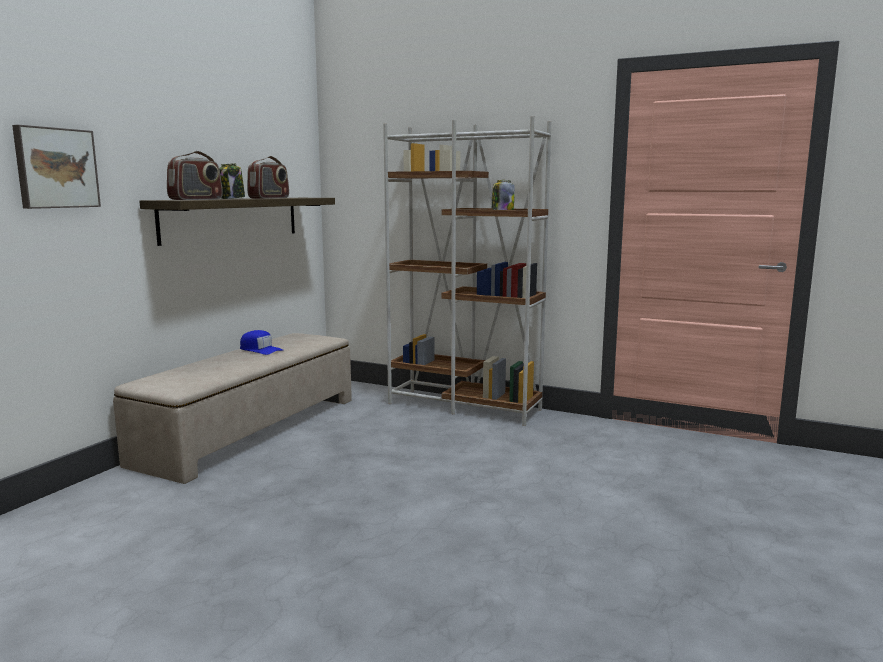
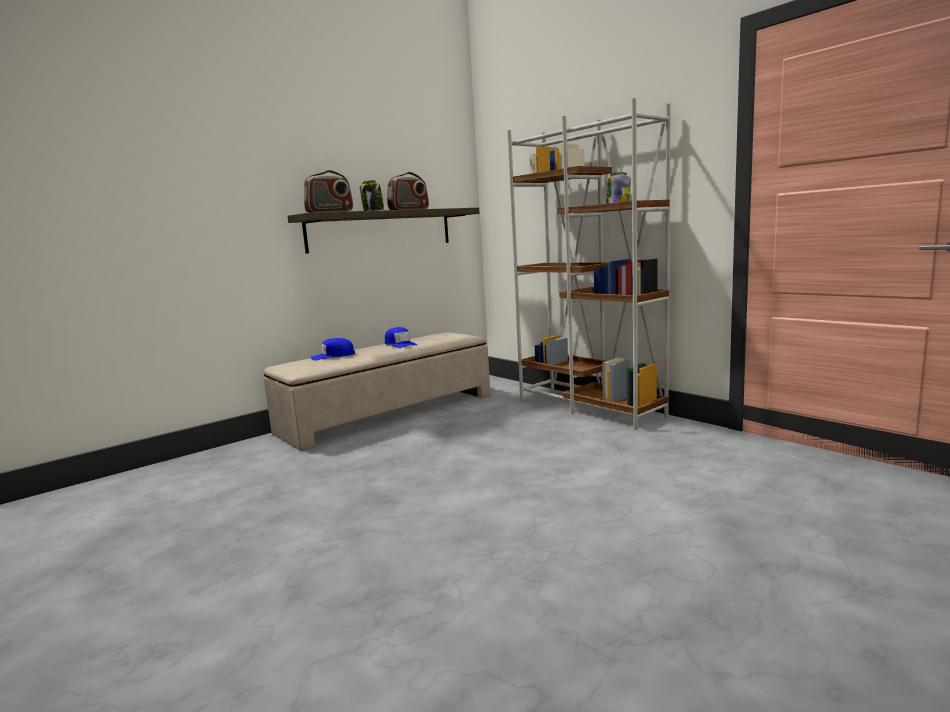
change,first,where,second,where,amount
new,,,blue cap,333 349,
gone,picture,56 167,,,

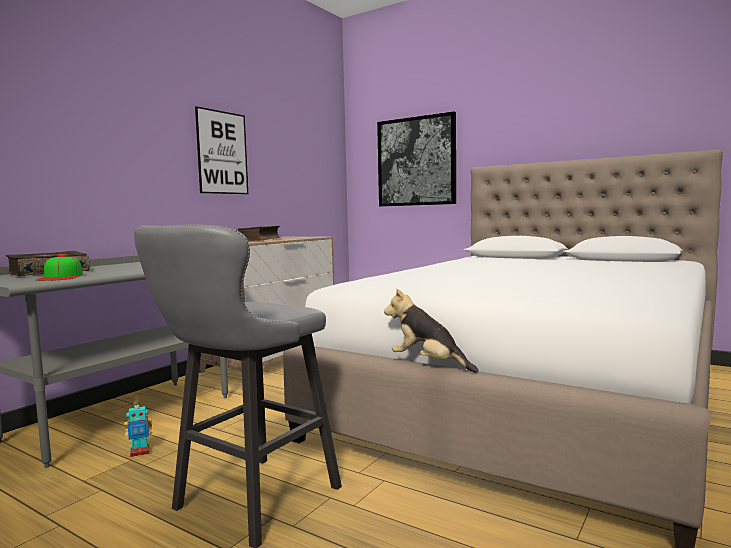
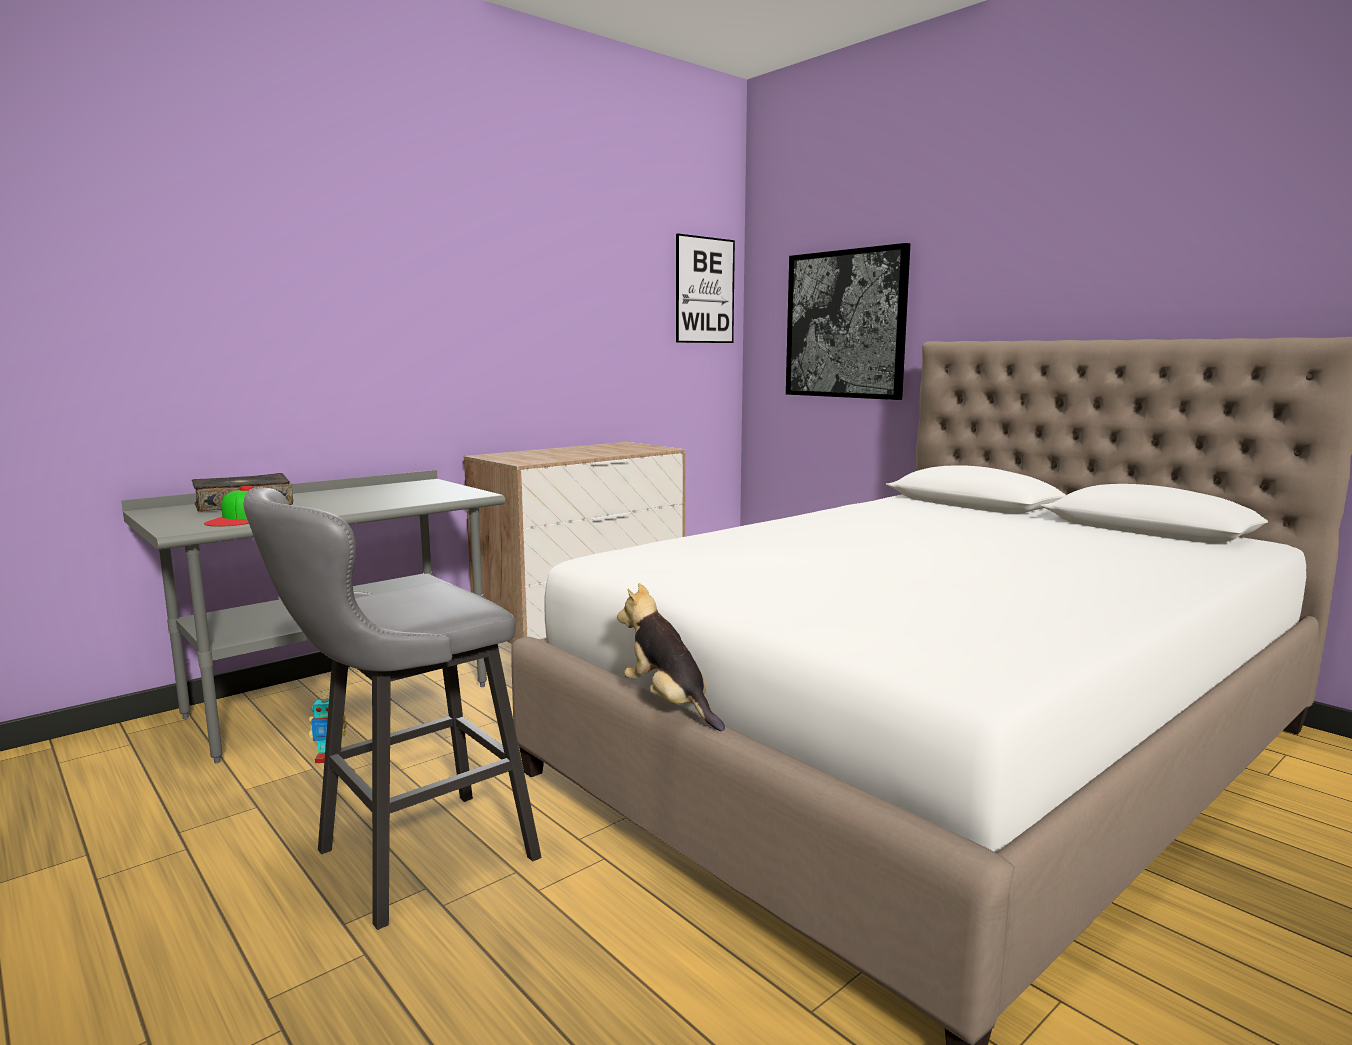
change,first,where,second,where,amount
shifted,picture,221 150,,705 288,
gone,book,259 233,,,

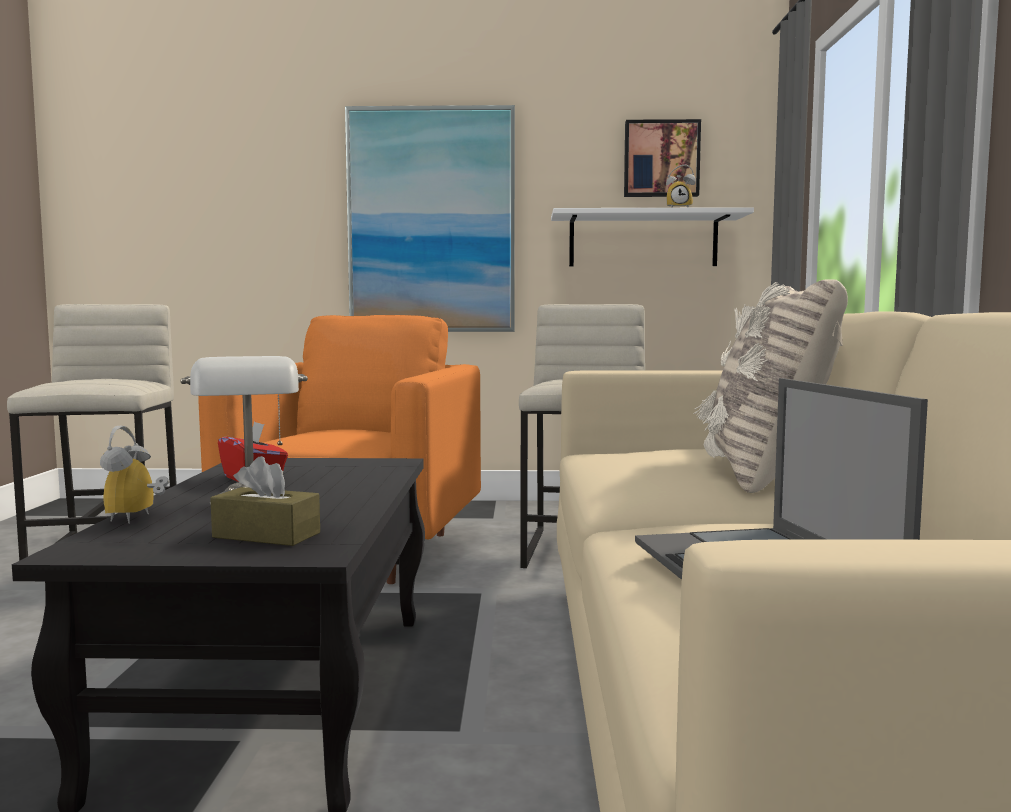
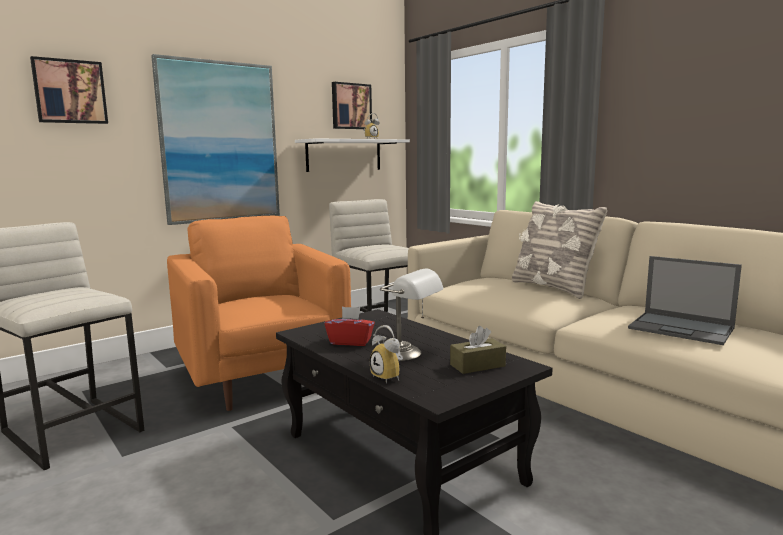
change,first,where,second,where,amount
new,,,picture,69 90,

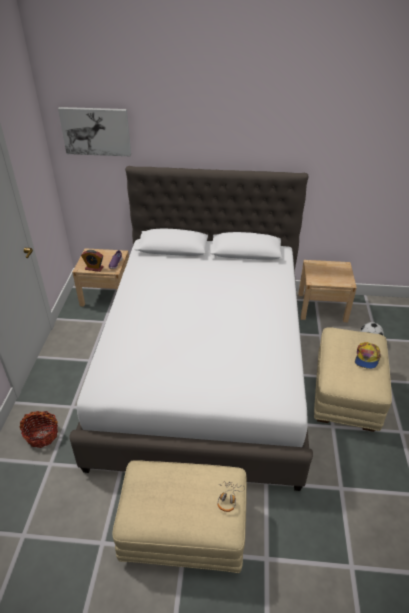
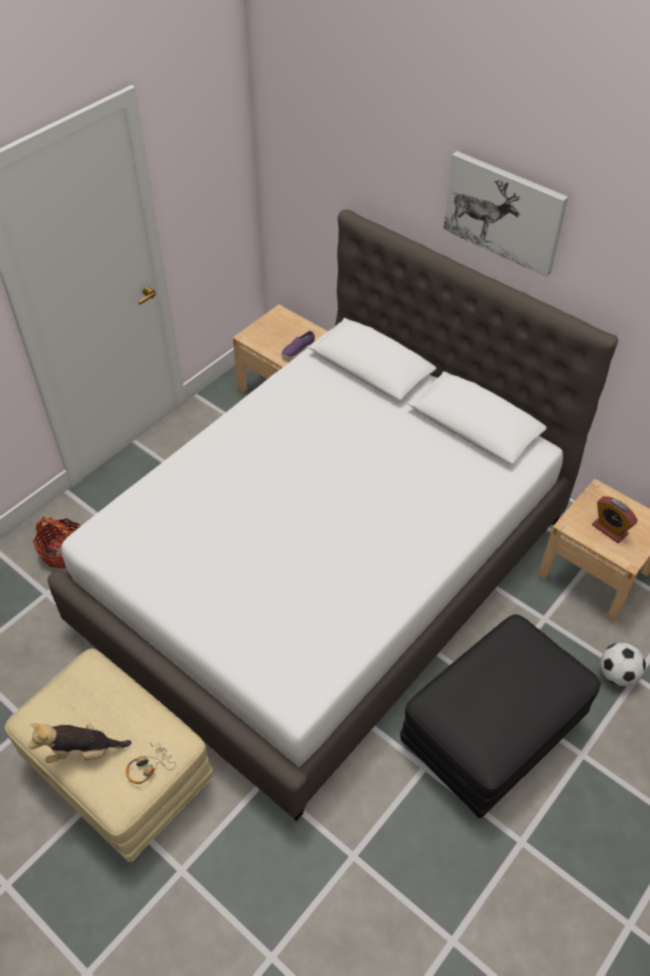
change,first,where,second,where,amount
new,,,plush toy,79 743,
repainted,beige ottoman,353 379,black ottoman,500 716,
shifted,picture,94 131,,505 214,
shifted,alarm clock,92 261,,615 519,
gone,cap,368 355,,,

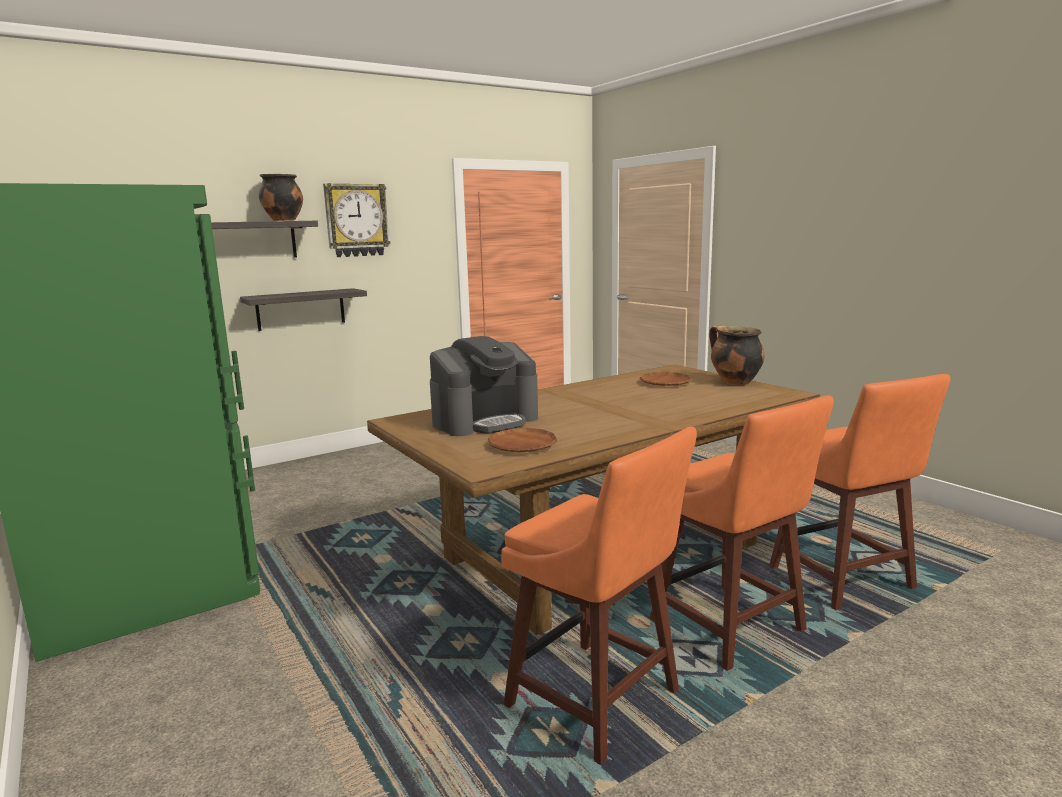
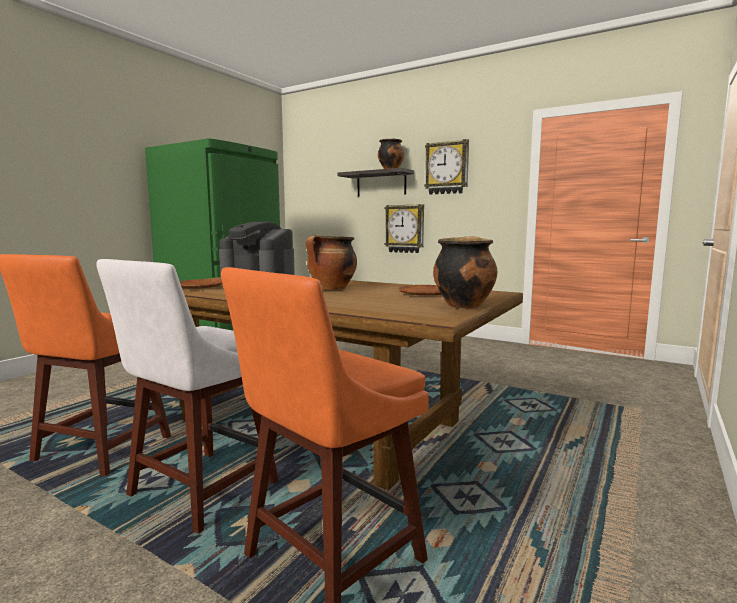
change,first,where,second,where,amount
repainted,orange chair,742 533,white chair,187 396,
new,,,cooking pot,331 262,
swapped,shelf,303 309,wall clock,404 228,

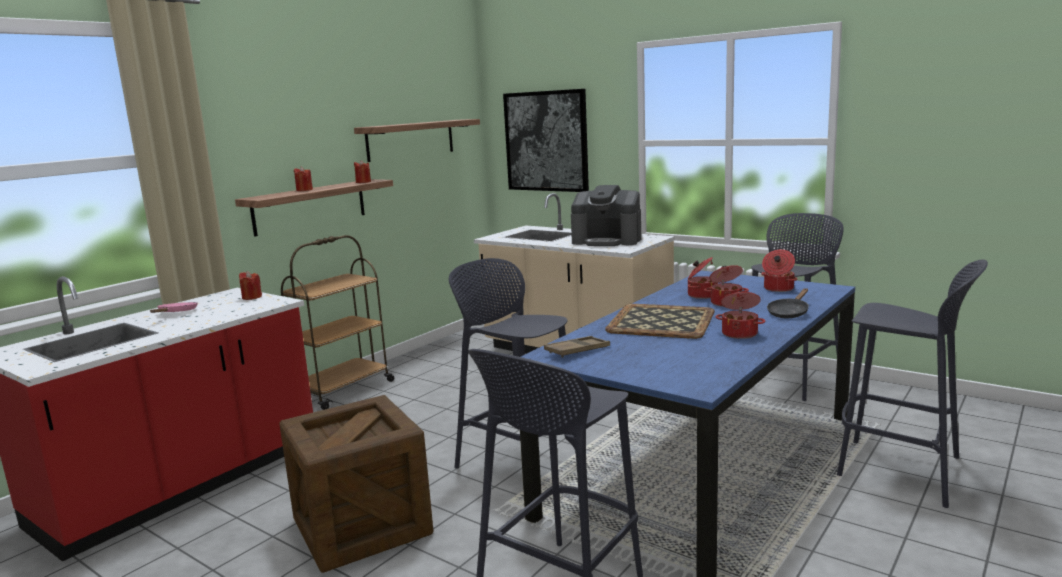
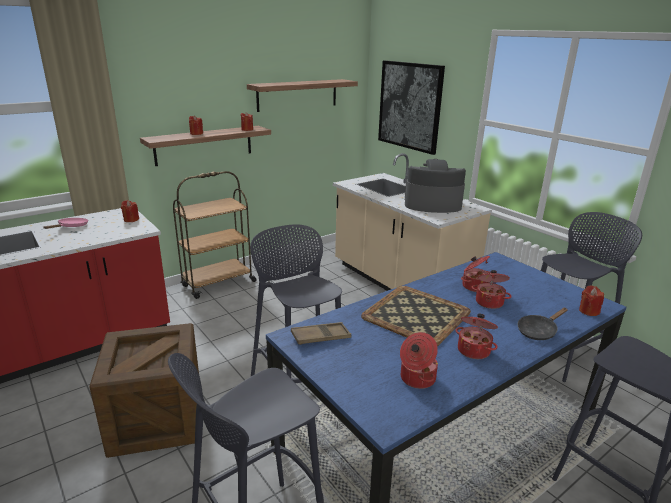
change,first,where,second,where,amount
shifted,cooking pot,779 270,,419 360,
rotated,coffee machine,606 215,,435 186,150 degrees clockwise
new,,,red candle,591 300,

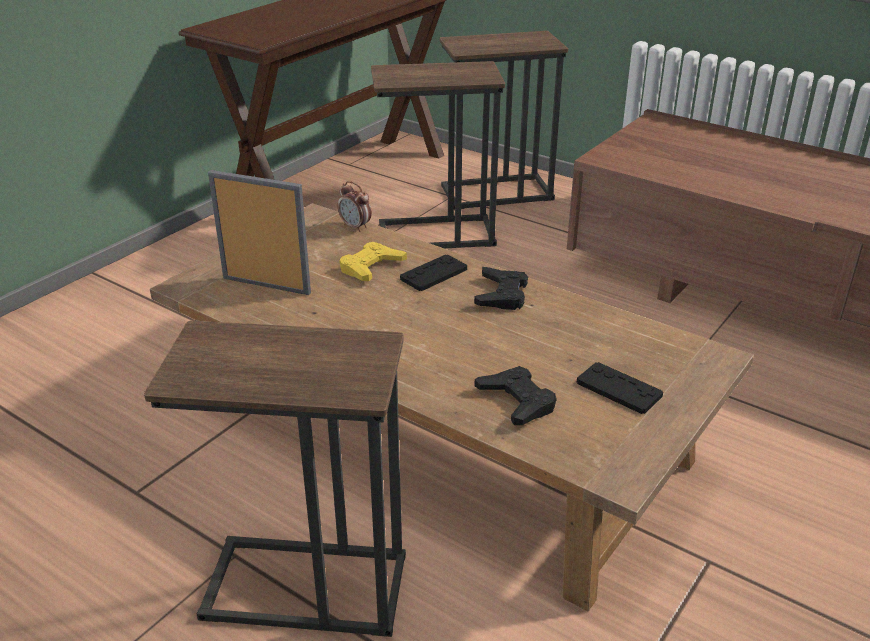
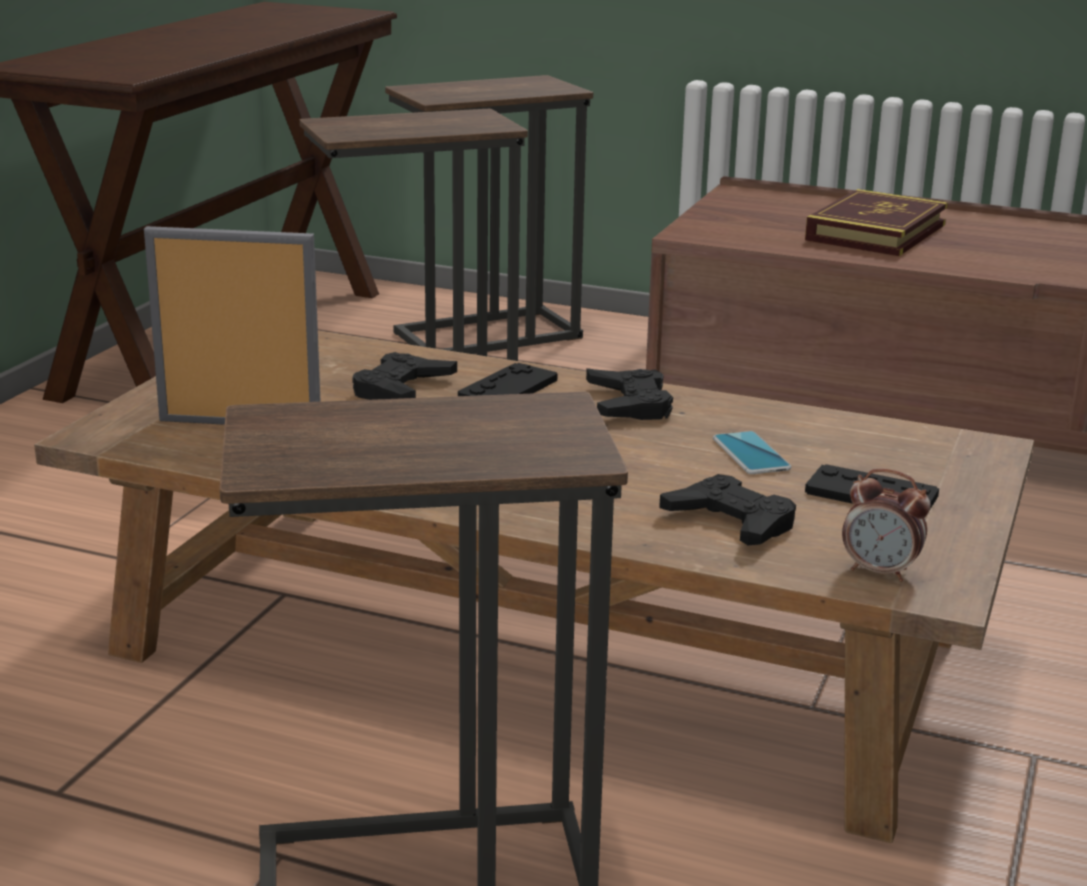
change,first,where,second,where,amount
repainted,yellow game controller,373 261,black game controller,404 376,
new,,,phone,752 452,
new,,,book,876 222,
shifted,alarm clock,355 206,,886 525,

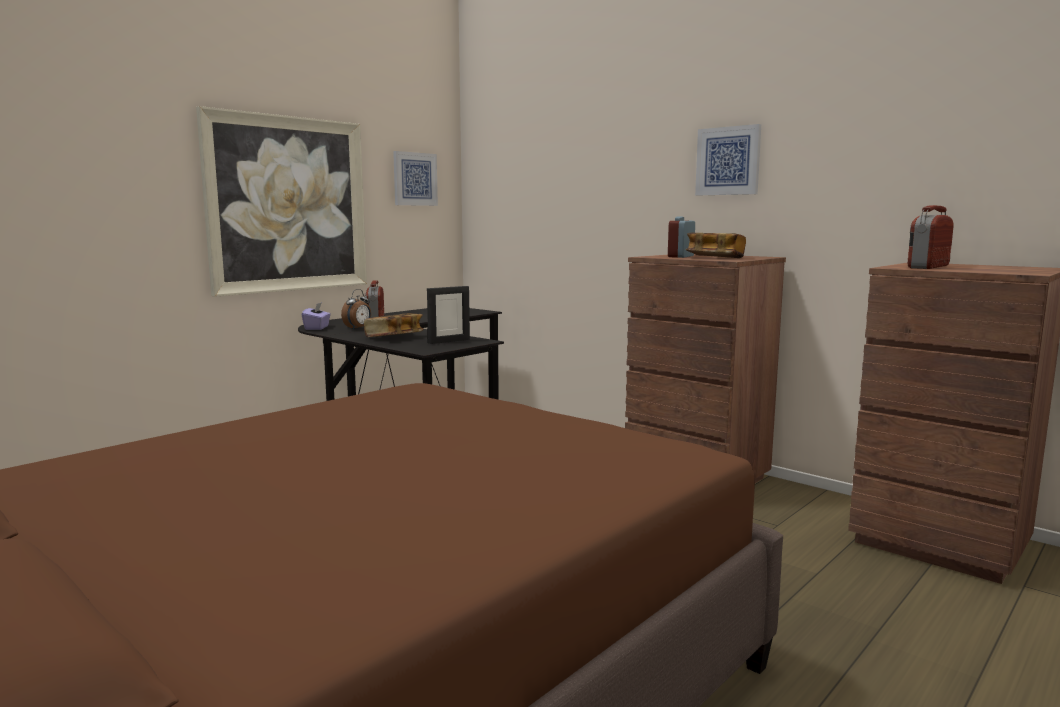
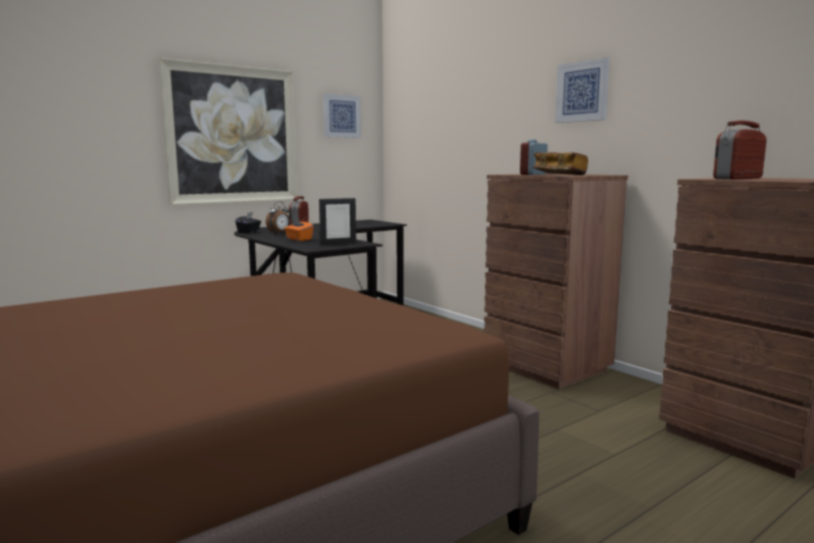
change,first,where,second,where,amount
repainted,purple tissue box,316 316,black tissue box,248 222,
swapped,book,394 325,orange tissue box,299 229,

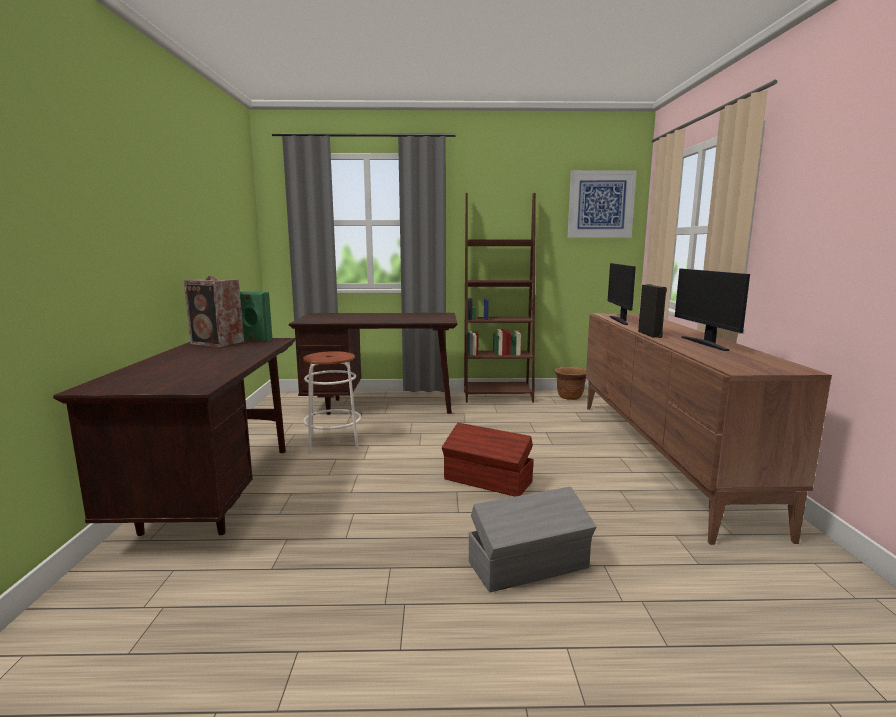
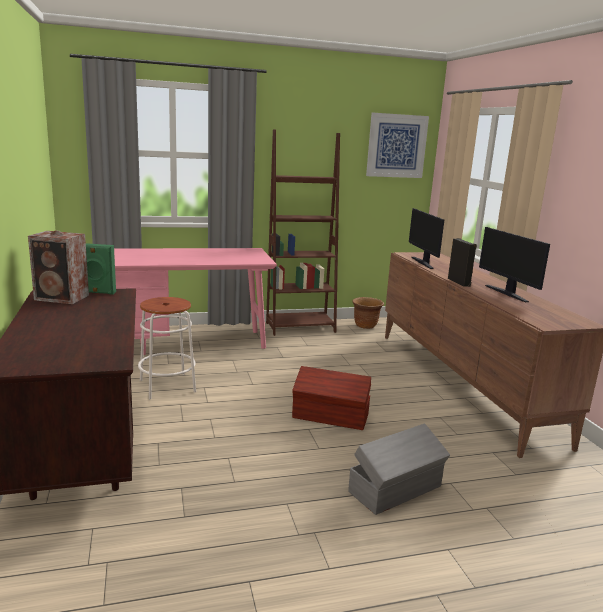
change,first,where,second,where,amount
repainted,brown desk,373 364,pink desk,195 301,

